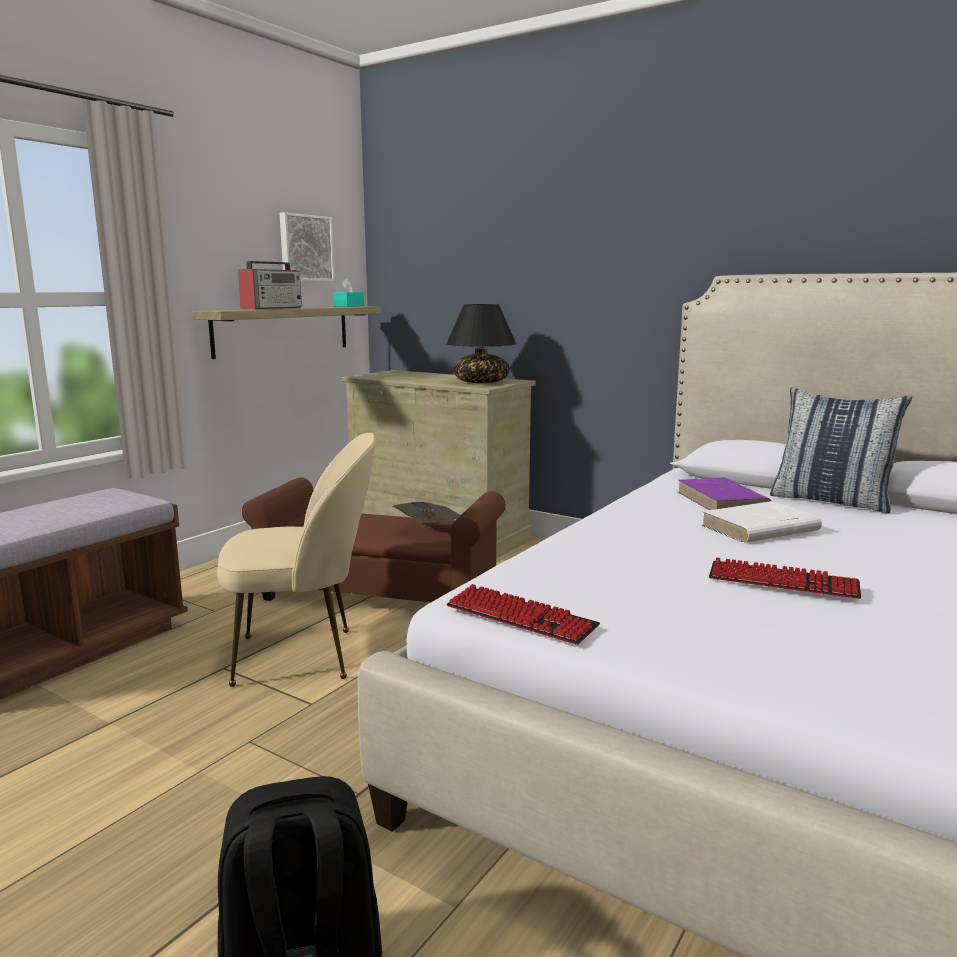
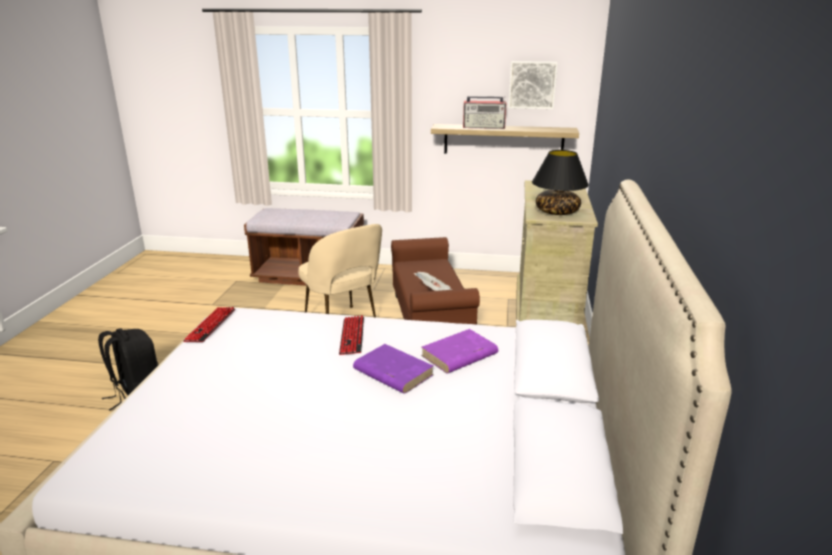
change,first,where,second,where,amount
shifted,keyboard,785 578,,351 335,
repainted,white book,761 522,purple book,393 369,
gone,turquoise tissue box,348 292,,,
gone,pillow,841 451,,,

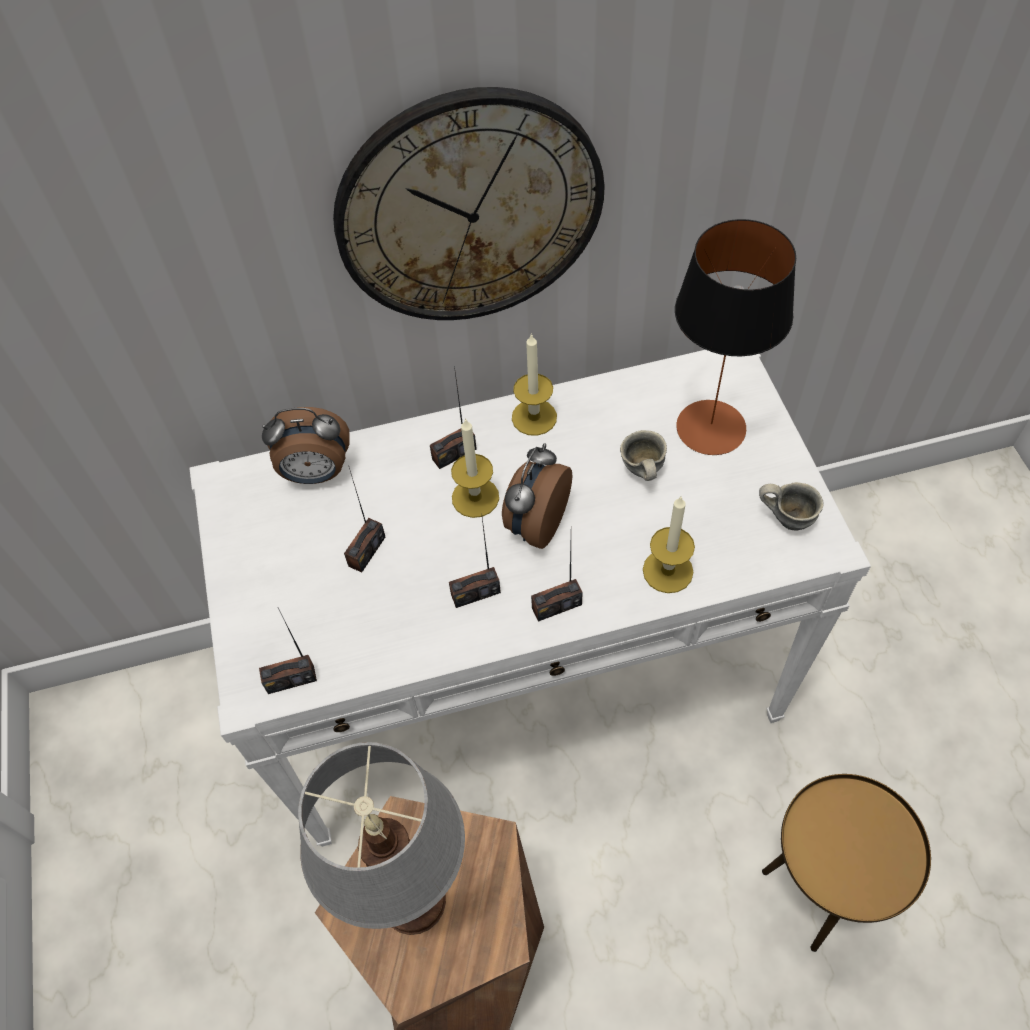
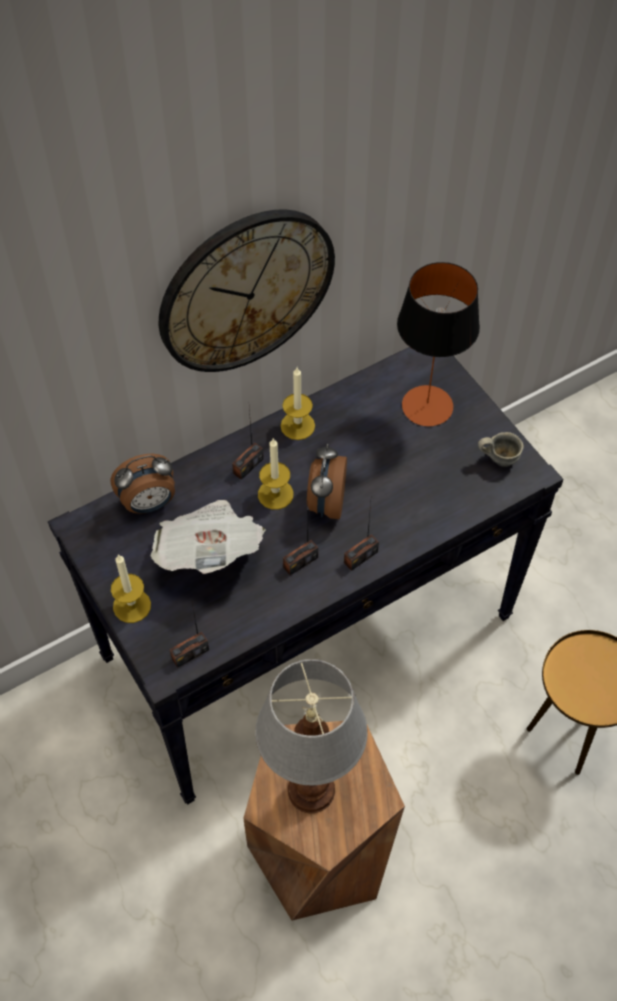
change,first,where,second,where,amount
repainted,white console table,530 598,black console table,305 576,
shifted,candle,669 545,,131 588,
swapped,radio,364 520,newspaper,208 537,
gone,grey mug,643 455,,,

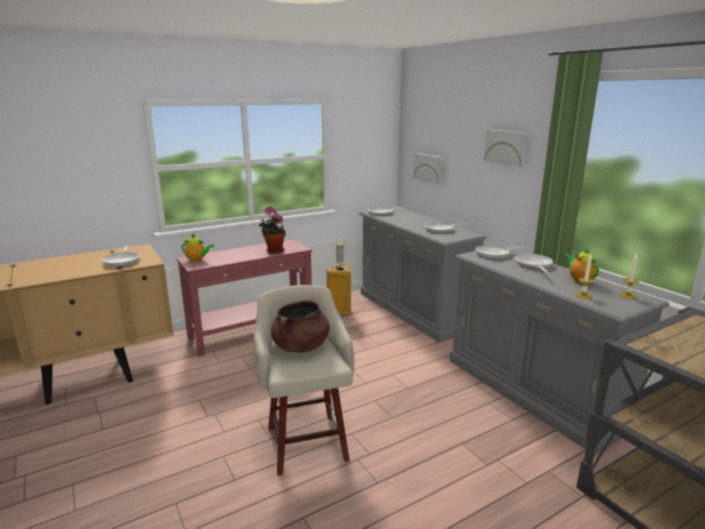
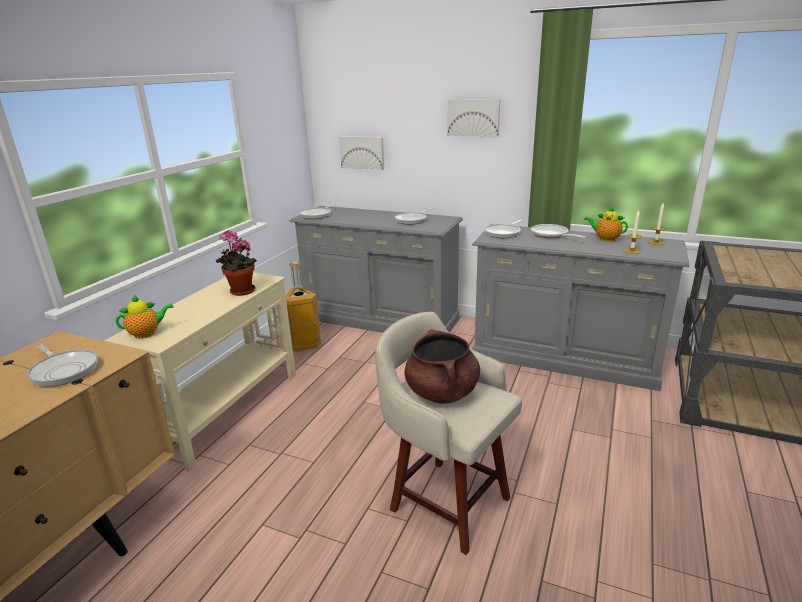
change,first,where,second,where,amount
repainted,red console table,244 298,beige console table,200 372,

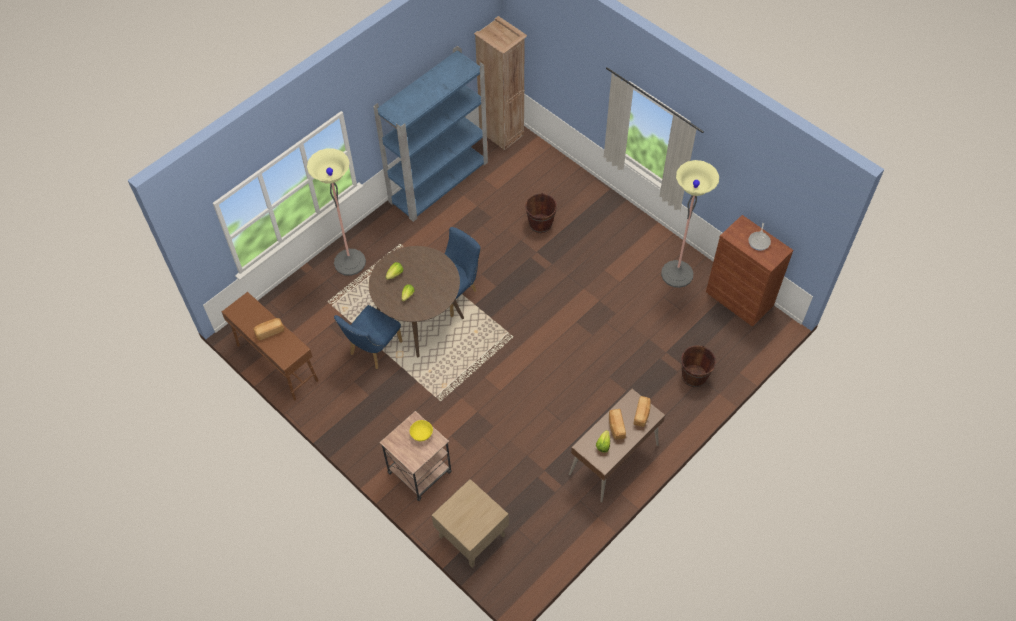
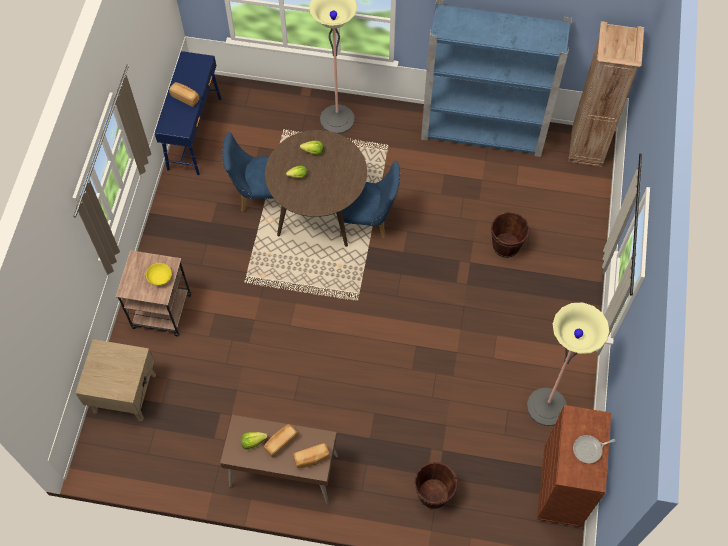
change,first,where,second,where,amount
repainted,brown console table,270 346,blue console table,188 113,

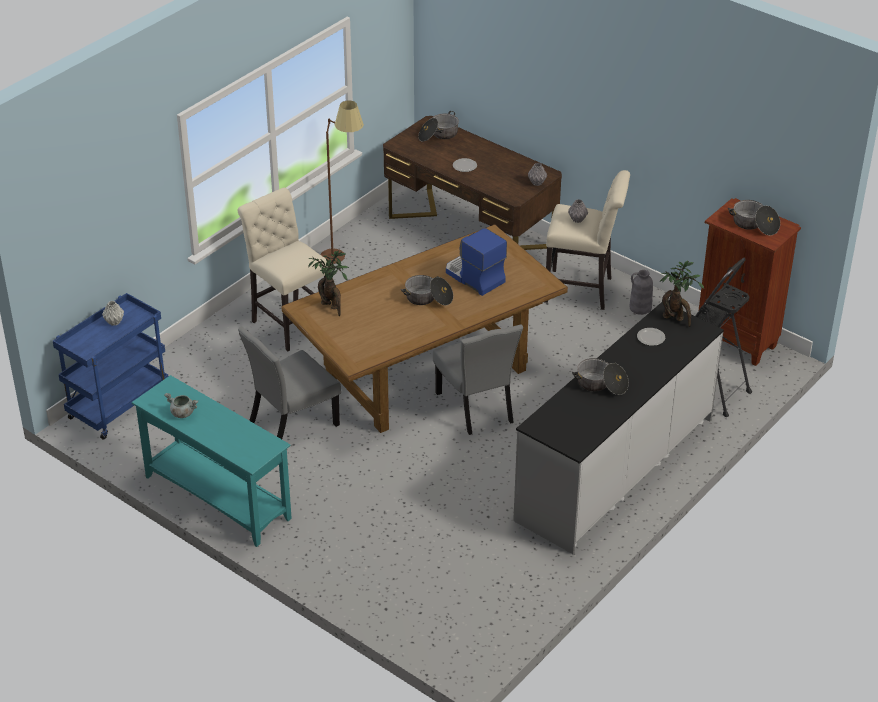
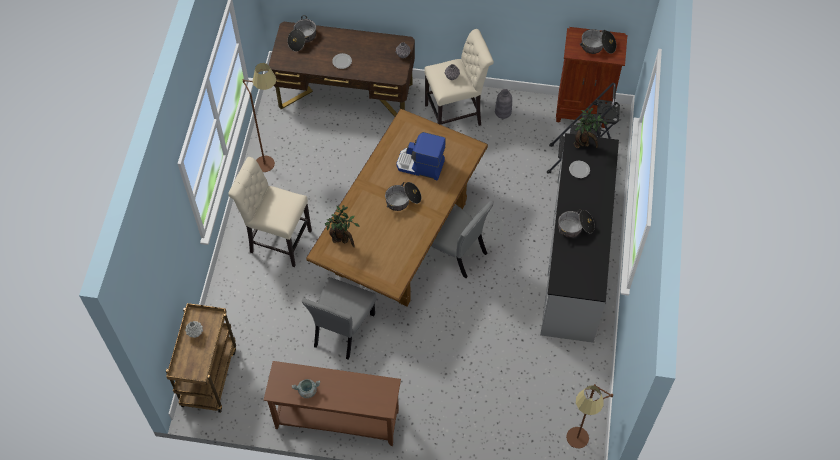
change,first,where,second,where,amount
repainted,blue cart,110 366,brown cart,201 358,
repainted,turquoise console table,212 461,brown console table,332 403,
new,,,brown floor lamp,589 416,

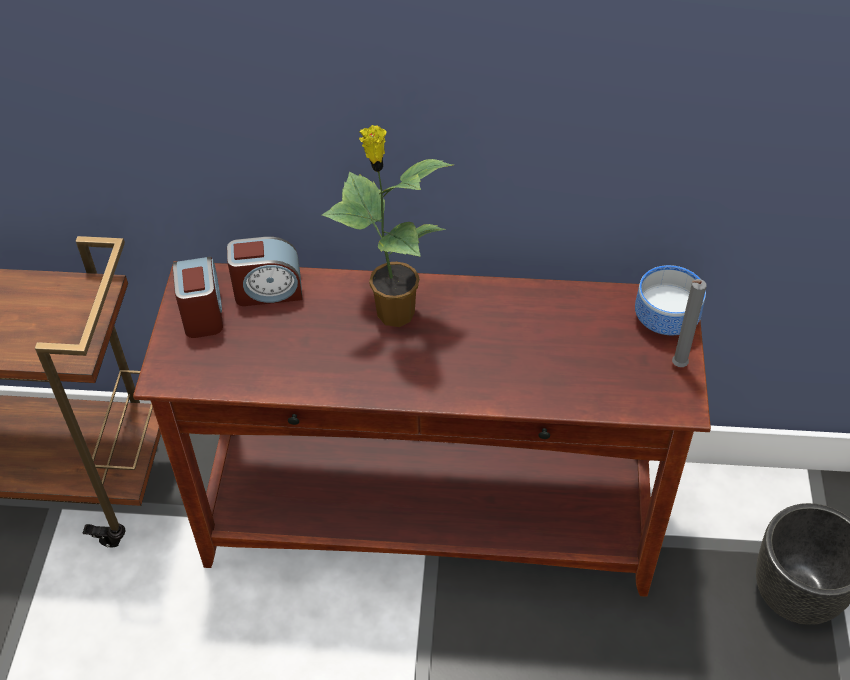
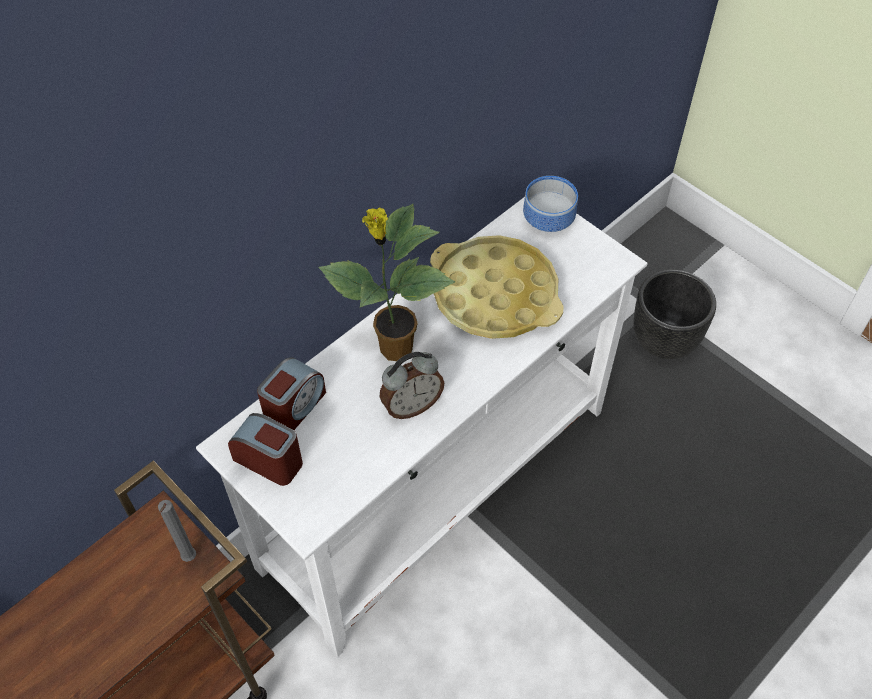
change,first,where,second,where,amount
shifted,grey candle,689 323,,177 531,
repainted,brown console table,422 429,white console table,421 427,
new,,,alarm clock,412 385,
new,,,yellow tray,497 287,

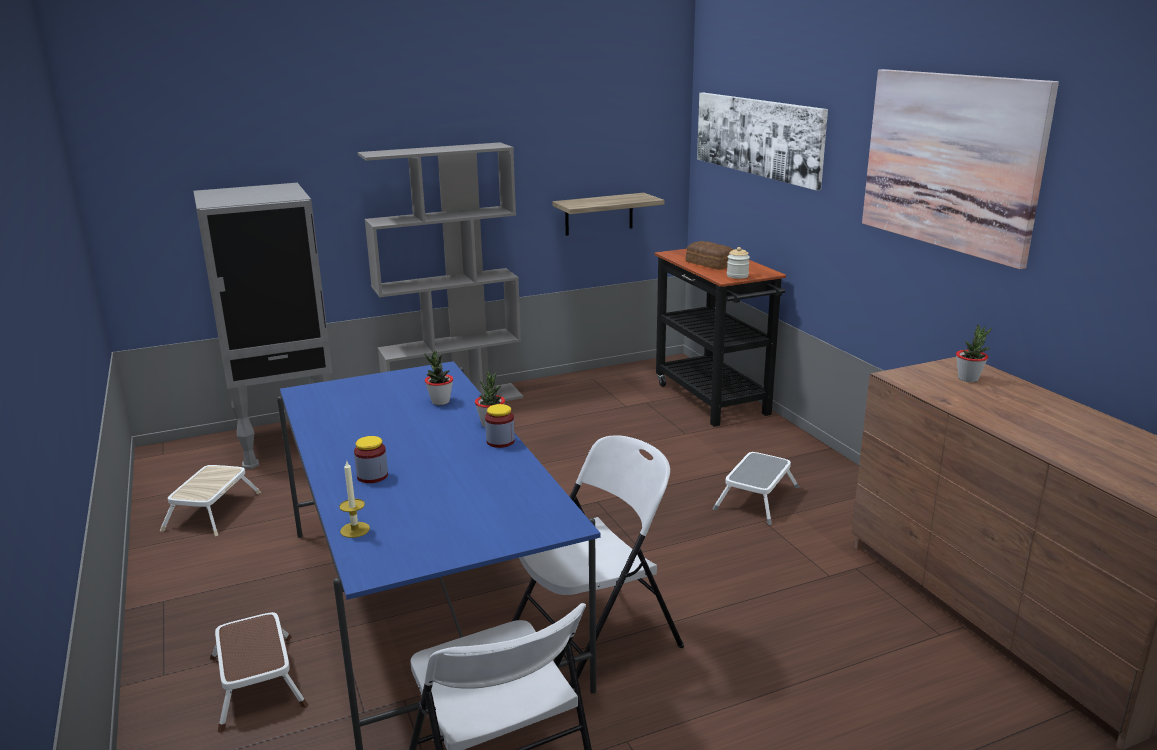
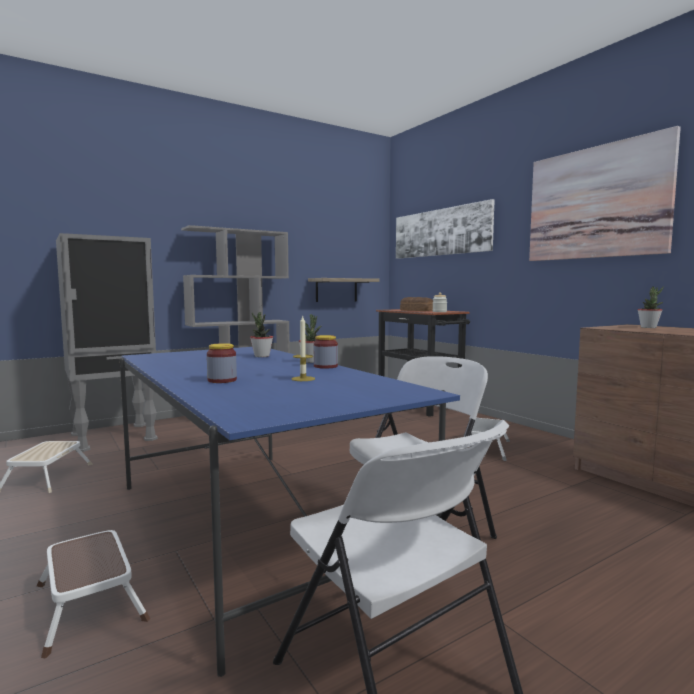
change,first,where,second,where,amount
shifted,candle,354 499,,303 348,

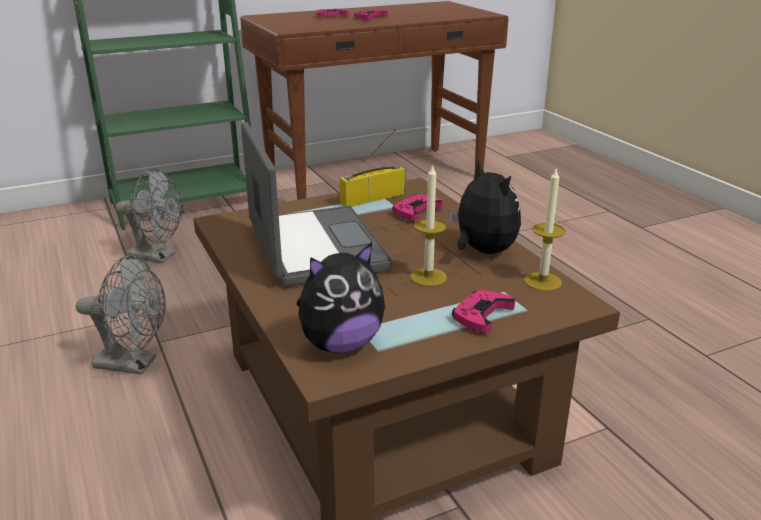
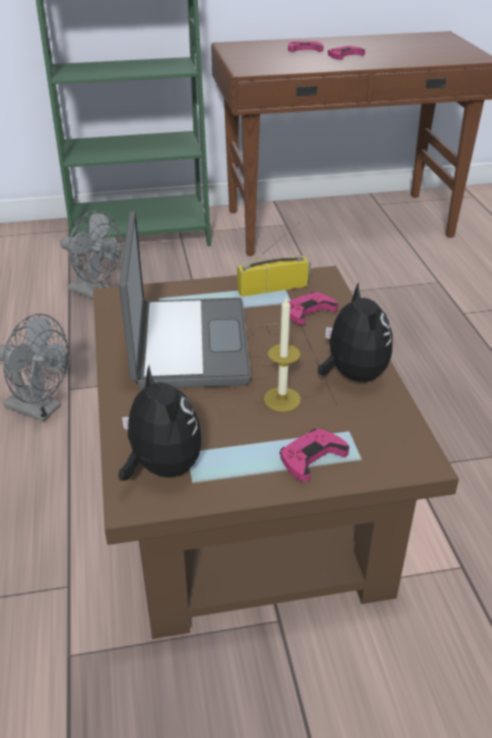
change,first,where,second,where,amount
rotated,plush toy,341 297,,160 423,105 degrees counterclockwise
gone,candle,545 230,,,

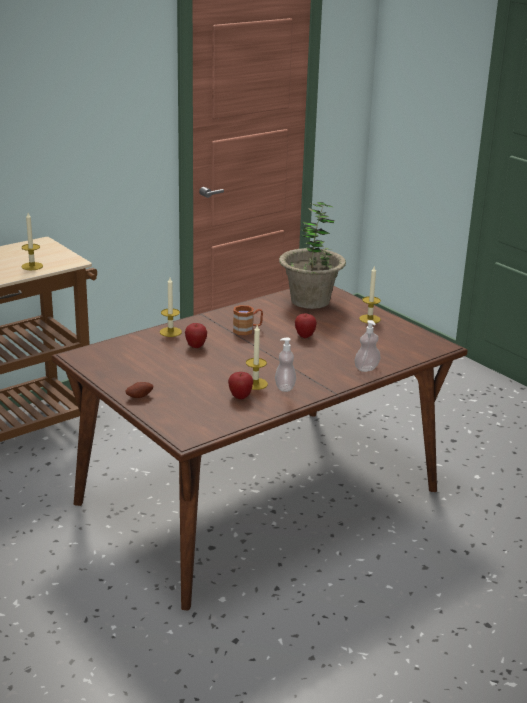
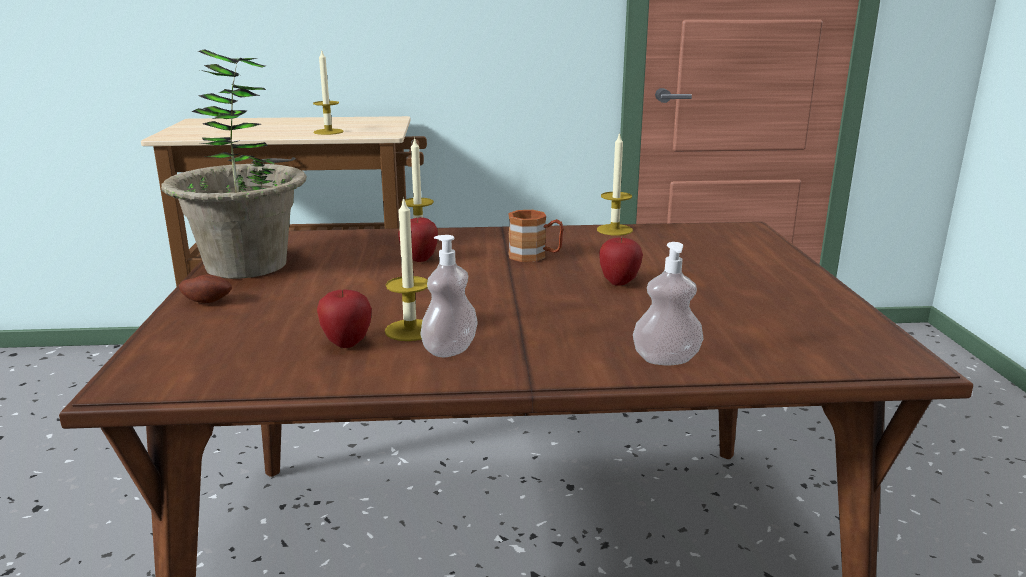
change,first,where,second,where,amount
shifted,potted plant,312 255,,234 164,
shifted,candle,370 295,,615 184,

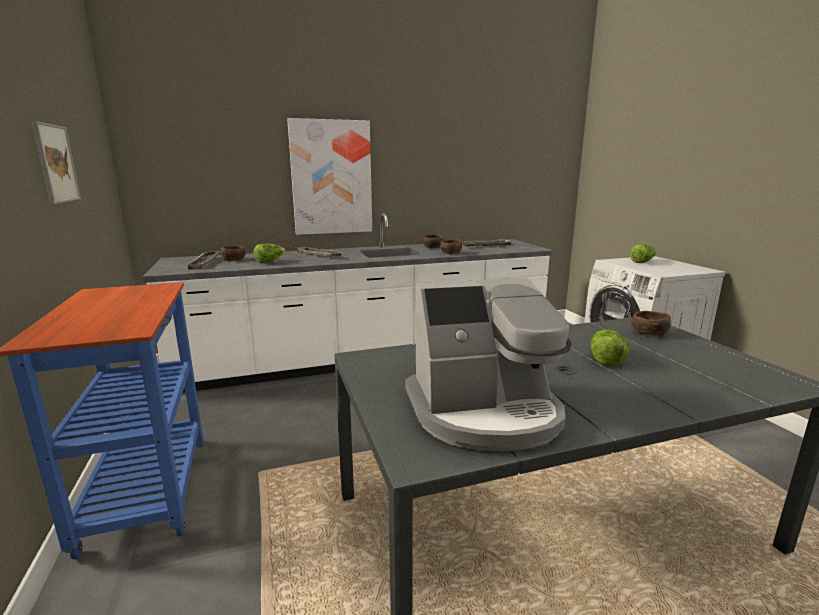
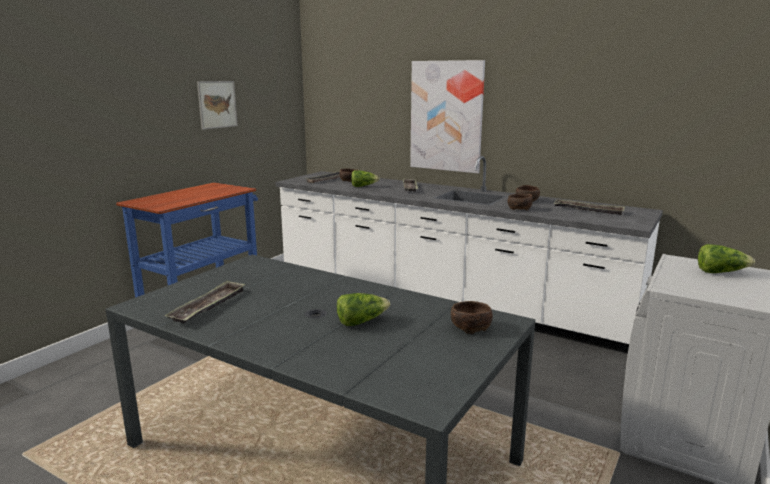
change,first,where,second,where,amount
swapped,coffee machine,488 364,tray,205 302,

